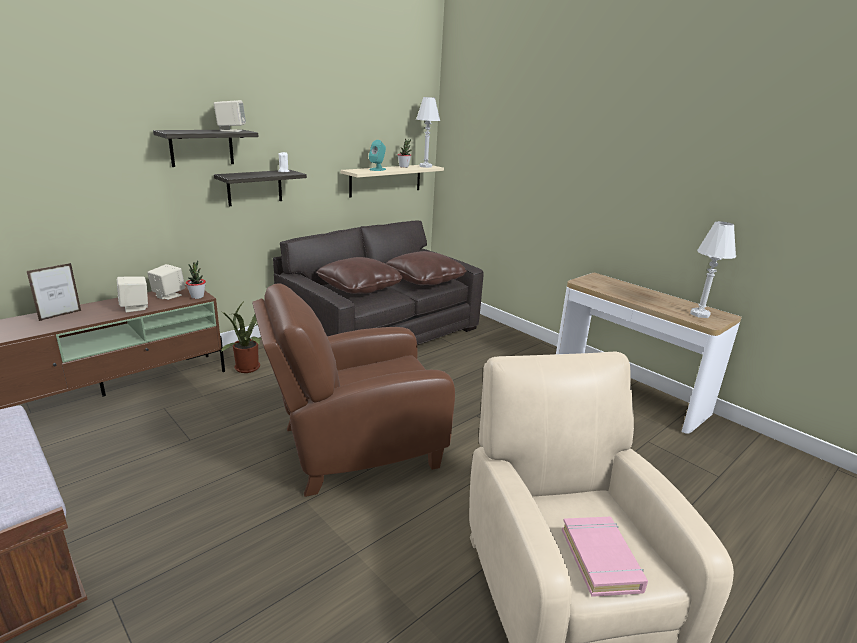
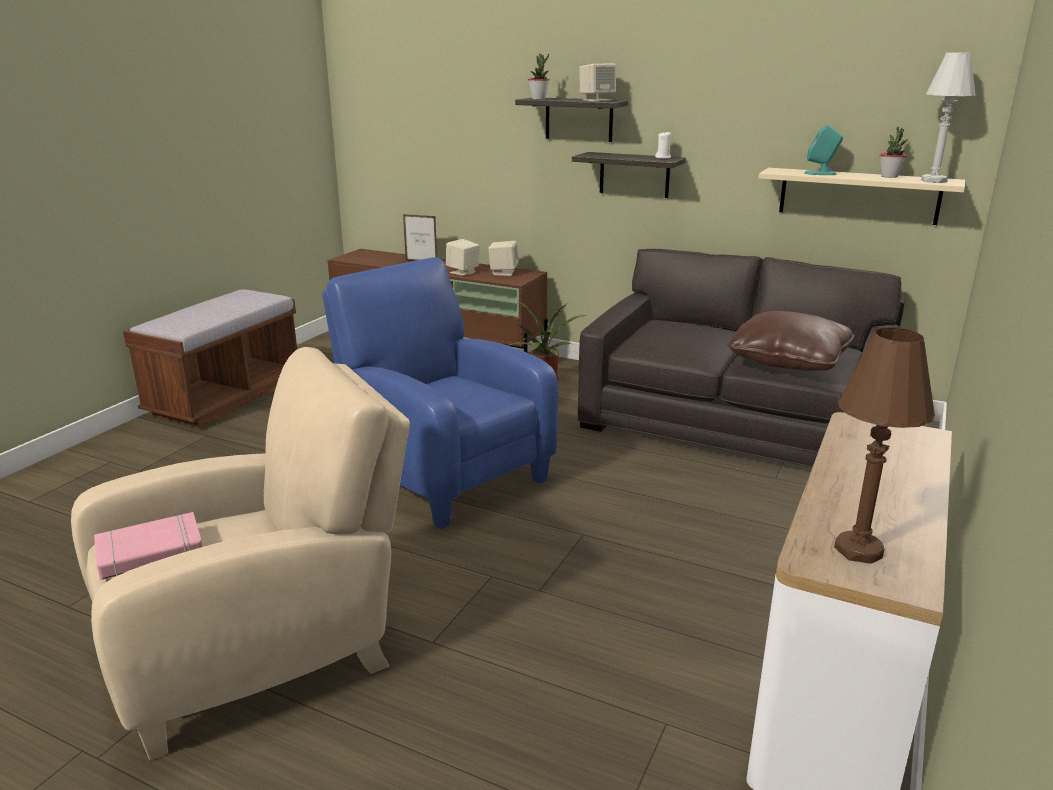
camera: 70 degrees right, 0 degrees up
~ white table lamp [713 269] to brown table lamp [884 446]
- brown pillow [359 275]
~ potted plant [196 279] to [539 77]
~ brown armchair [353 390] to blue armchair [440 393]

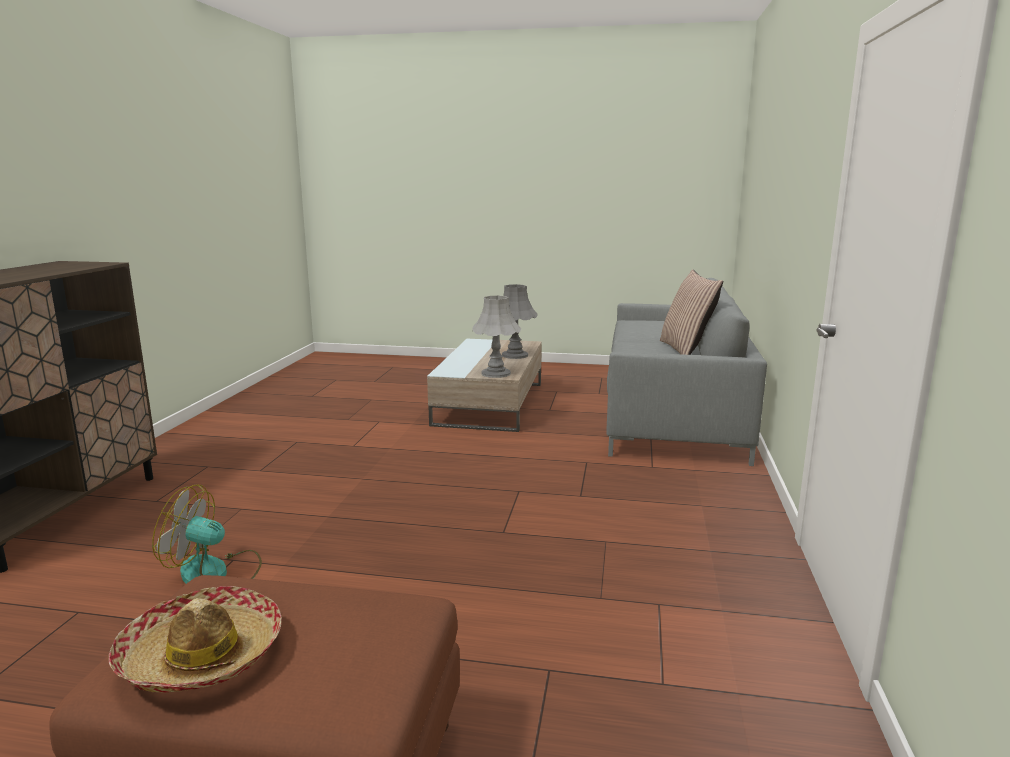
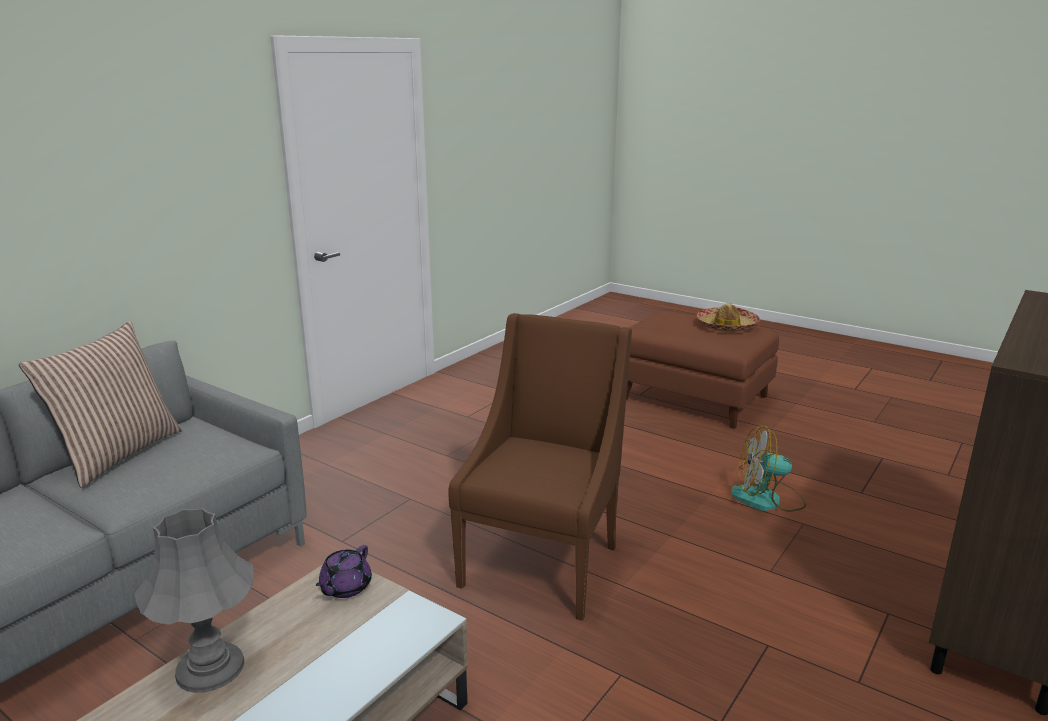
camera: 155 degrees left, 5 degrees up
~ grey table lamp [496 336] to purple teapot [344 571]
~ fan [207 534] = [768 469] 150 degrees clockwise
+ brown armchair [540 467]

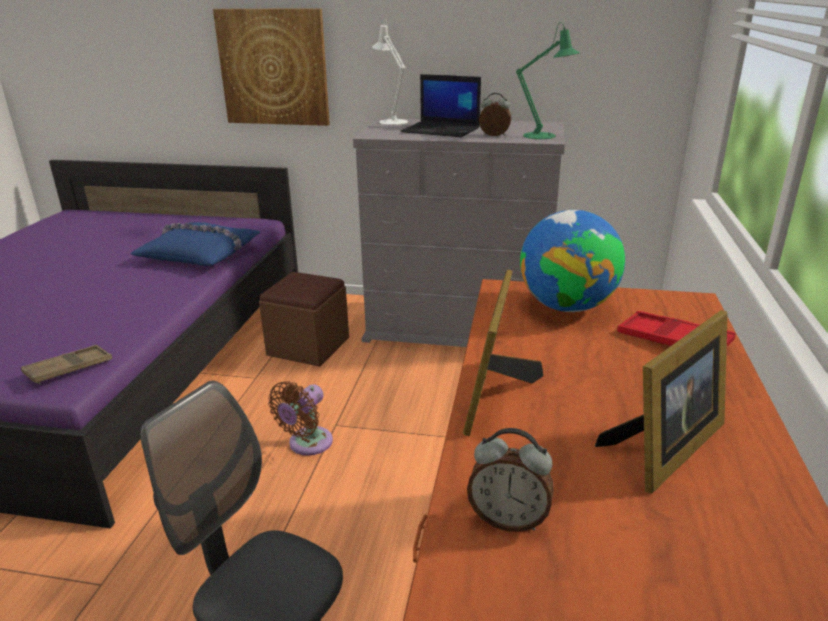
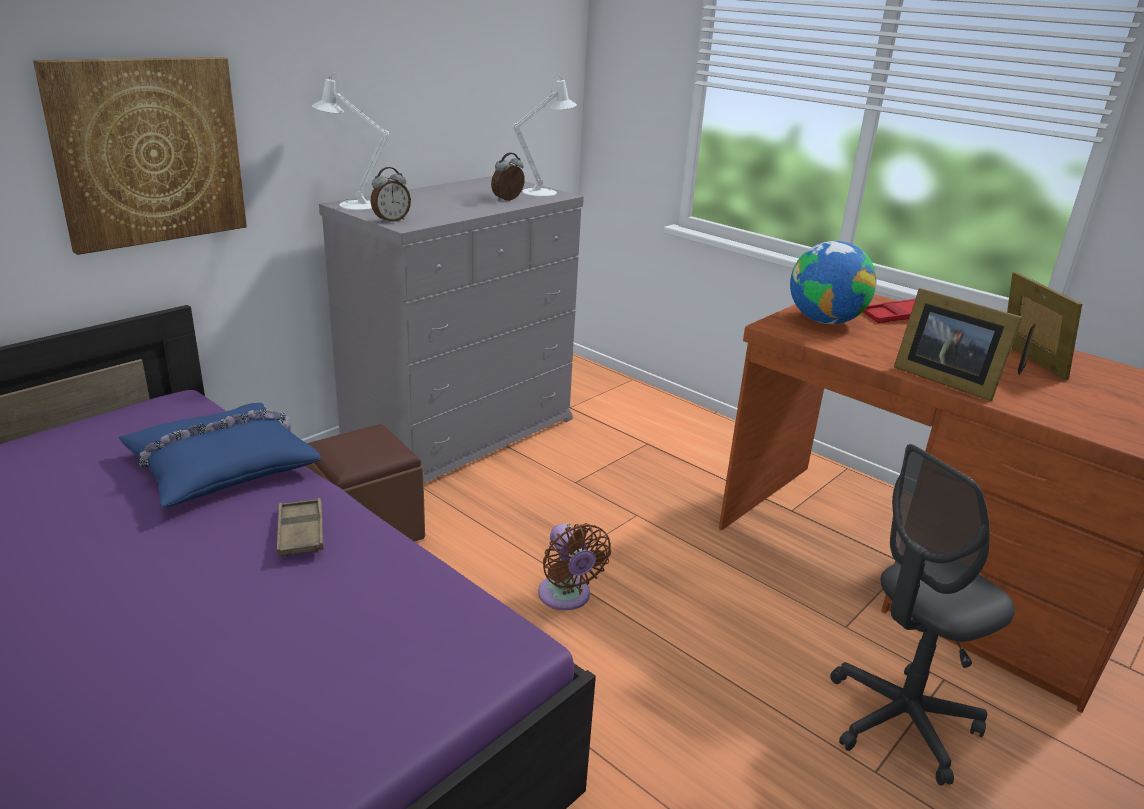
camera: 60 degrees left, 0 degrees up
~ green table lamp [548 80] to white table lamp [545 135]
- laptop [440 105]
~ brown tray [66 364] to [300 527]
~ alarm clock [510 480] to [391 195]

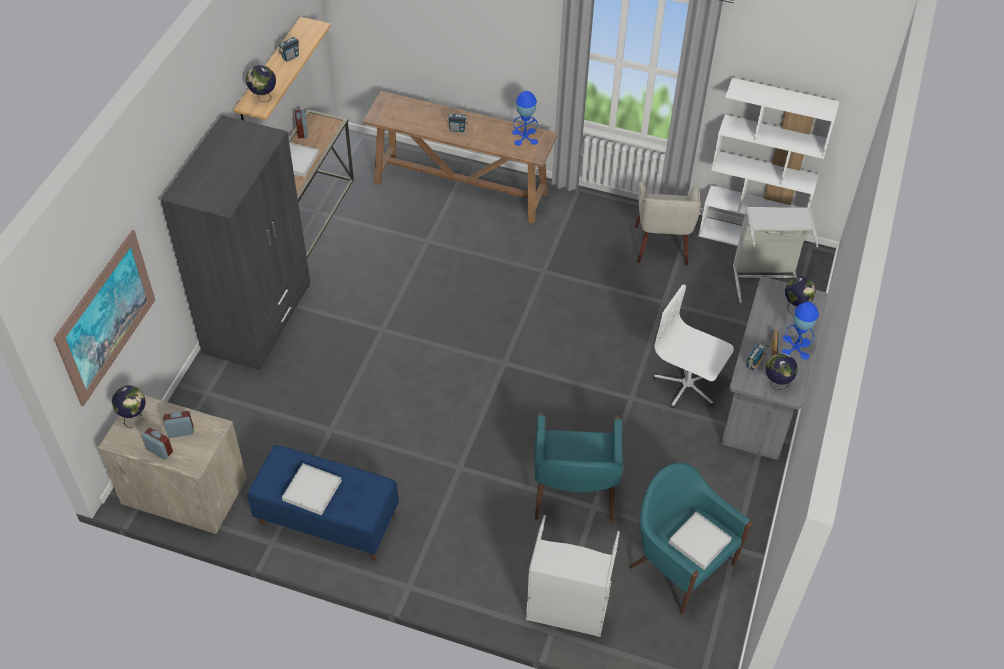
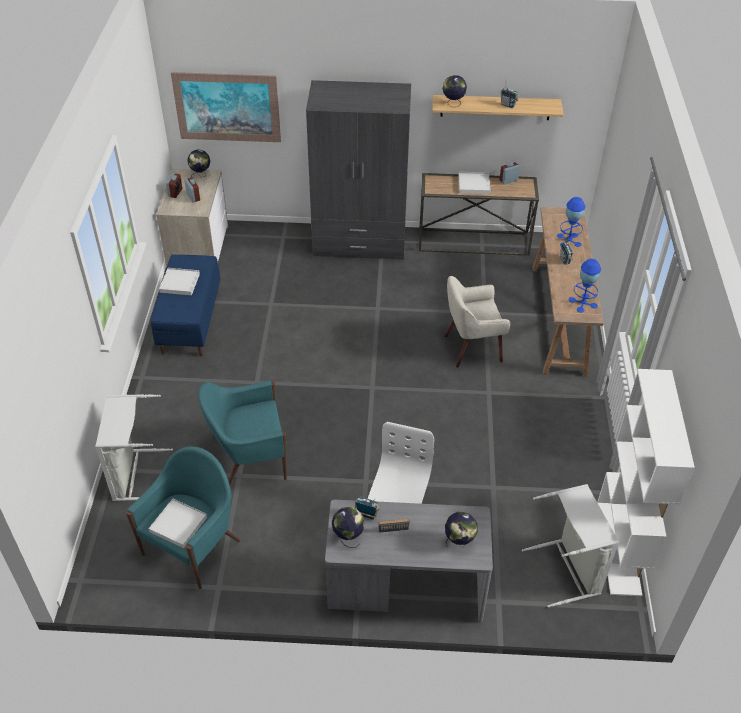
camera: 75 degrees right, 5 degrees down
~ beige armchair [668 224] to [477 322]
~ blue table lamp [800 331] to [571 222]

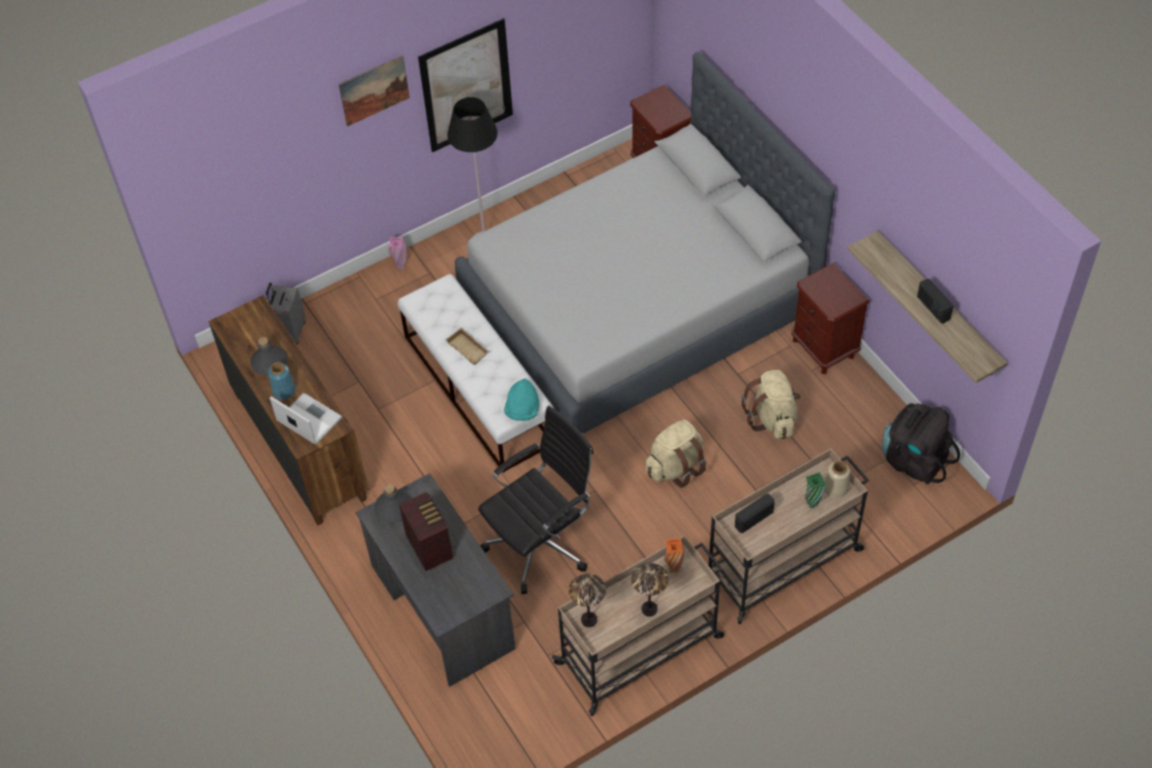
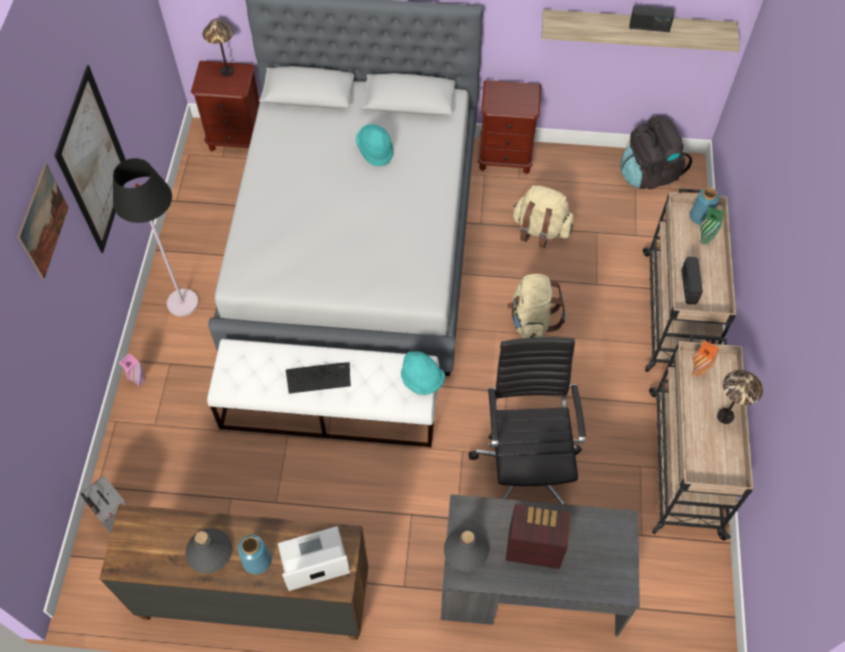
camera: 55 degrees left, 5 degrees up
~ beige tray [467 346] to keyboard [318 378]
~ beige vase [837 479] to blue vase [704 206]
~ table lamp [587 600] to [218 47]
+ turquoise hat [374 145]

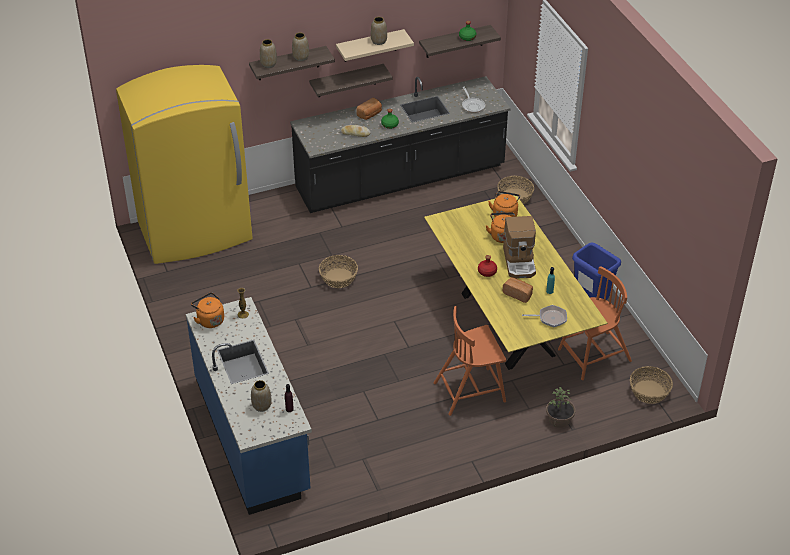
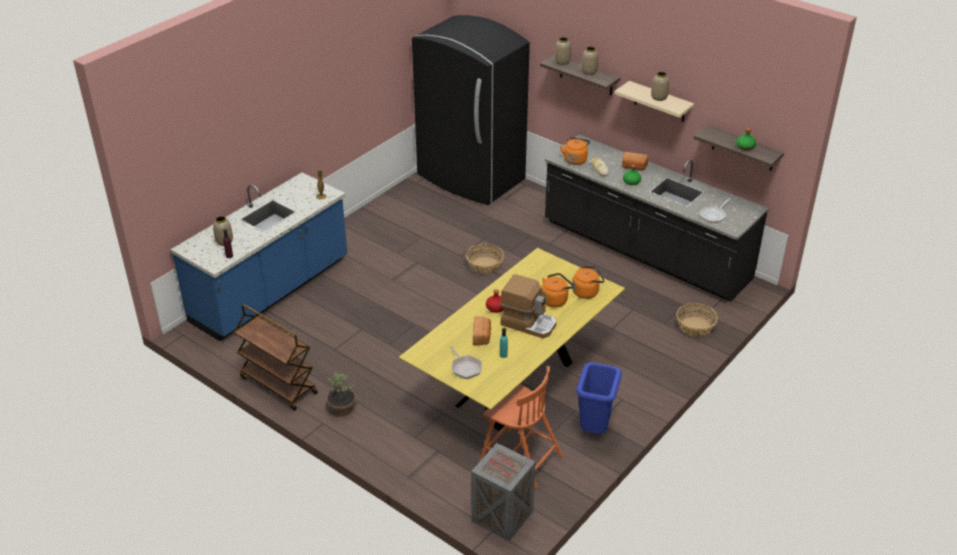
camera: 60 degrees right, 5 degrees down
- shelf [351 80]
~ yellow fridge [184 164] to black fridge [471 110]
~ coffee machine [519 247] = [528 306] 120 degrees counterclockwise
~ orange kettle [207 310] to [575 151]
- orange chair [470 361]
~ basket [651 385] to crate [503 492]
~ potted plant [560 407] to [341 394]
+ brown cart [276 357]

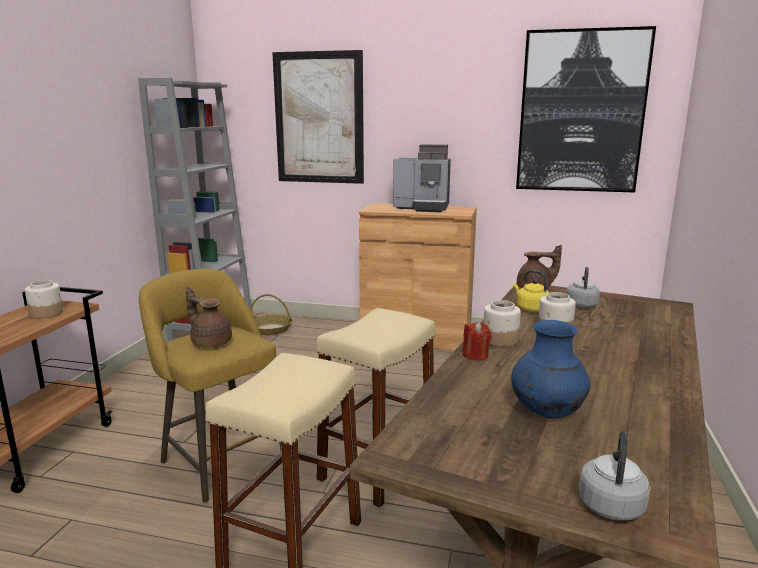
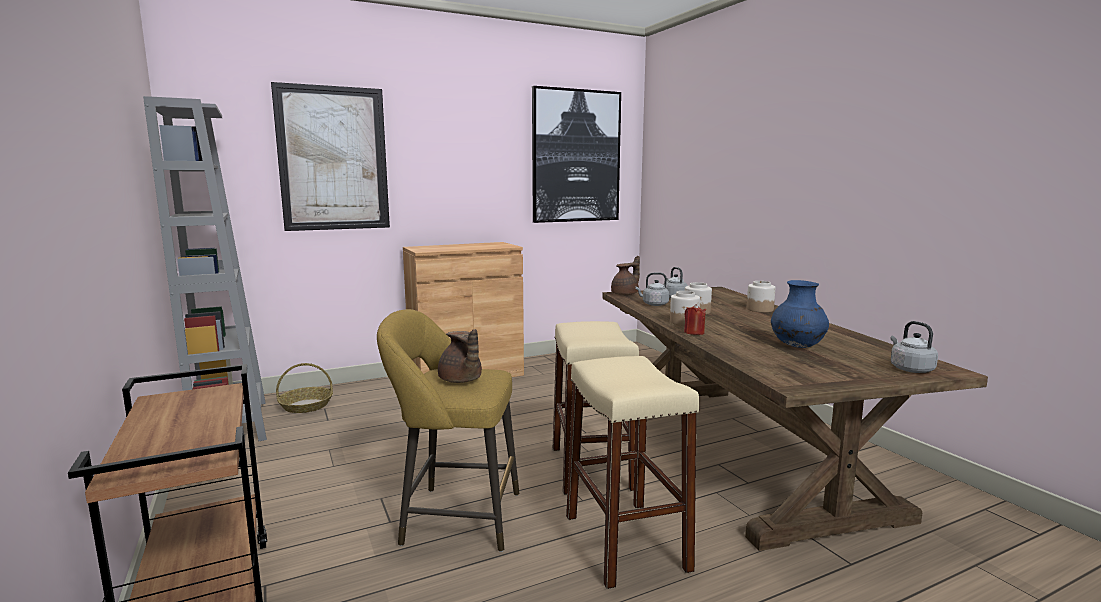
camera: 40 degrees left, 5 degrees down
- coffee machine [422 178]
~ yellow kettle [531 291] to grey kettle [652 289]
~ jar [44 299] to [761 296]
~ brown teapot [209 317] = [460 356] 120 degrees counterclockwise

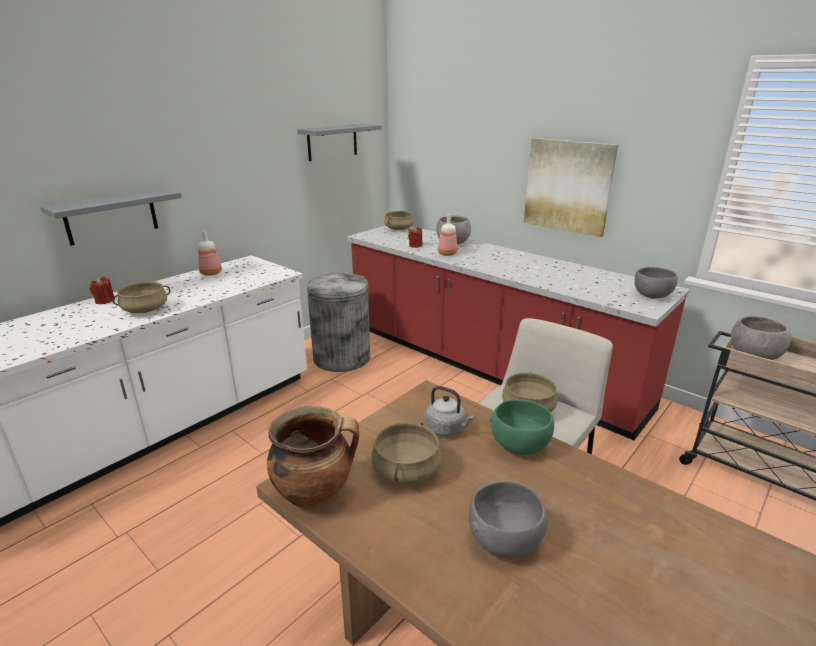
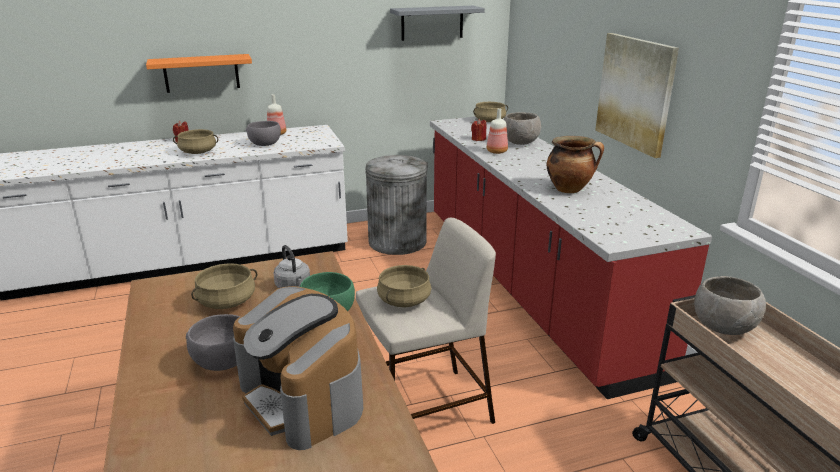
camera: 30 degrees right, 0 degrees up
~ grey shelf [111 217] to orange shelf [199 73]
~ grey bowl [656 283] to [263 133]
~ cooking pot [313 458] to [575 164]
+ coffee machine [298 368]

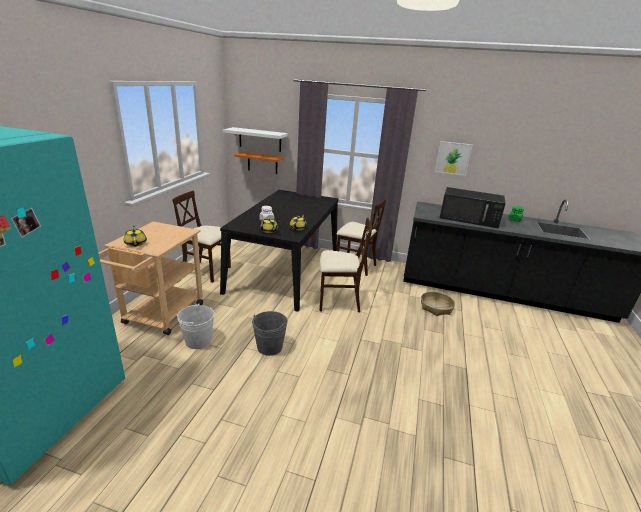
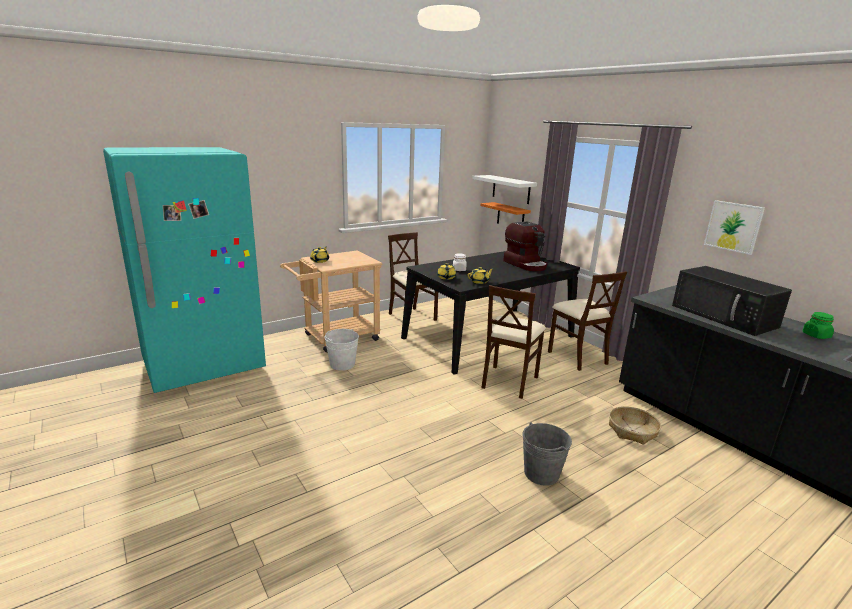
camera: 40 degrees right, 5 degrees down
~ beige chair [345 265] = [513 342] 75 degrees clockwise
~ grey bucket [270 333] to [547 454]
+ coffee machine [525 246]

